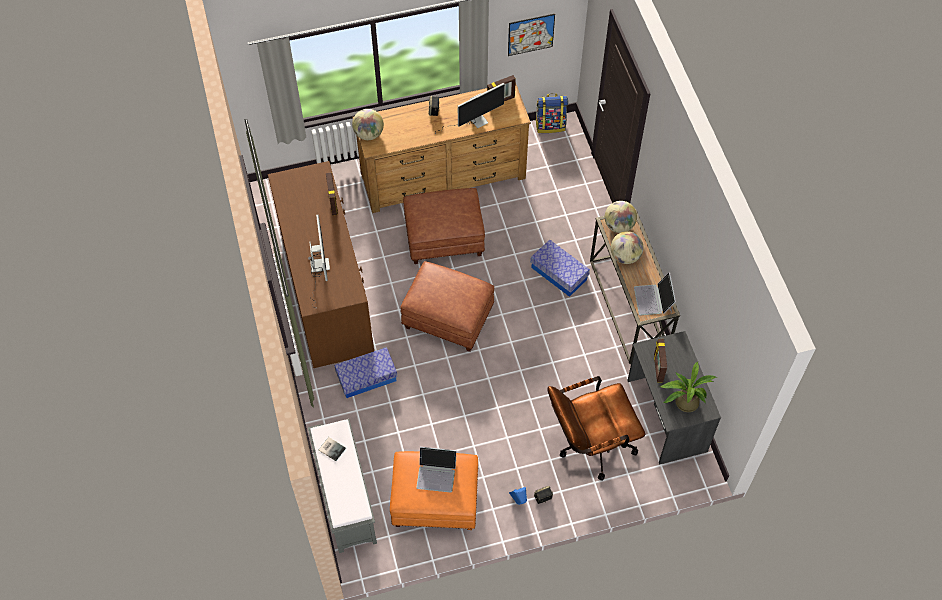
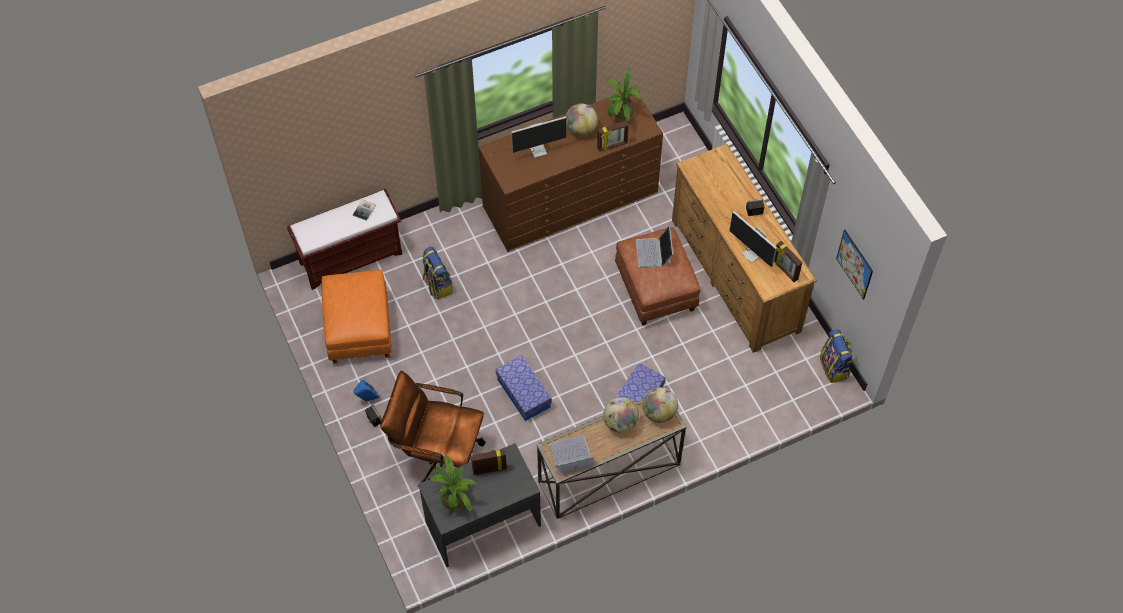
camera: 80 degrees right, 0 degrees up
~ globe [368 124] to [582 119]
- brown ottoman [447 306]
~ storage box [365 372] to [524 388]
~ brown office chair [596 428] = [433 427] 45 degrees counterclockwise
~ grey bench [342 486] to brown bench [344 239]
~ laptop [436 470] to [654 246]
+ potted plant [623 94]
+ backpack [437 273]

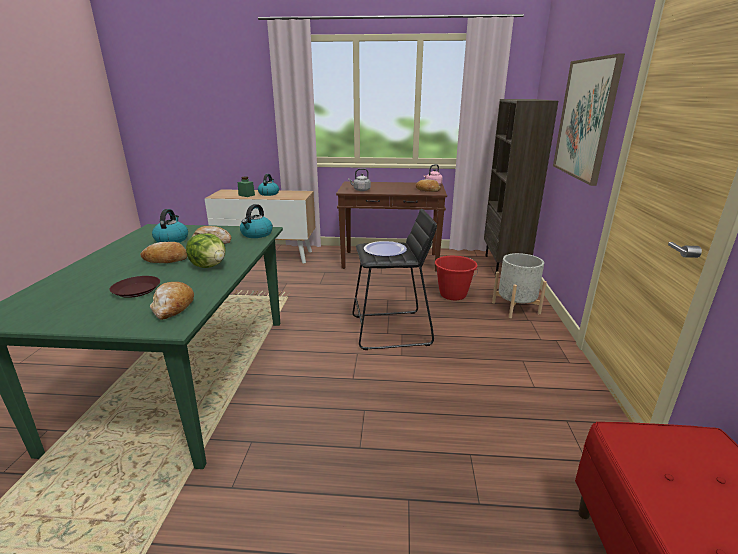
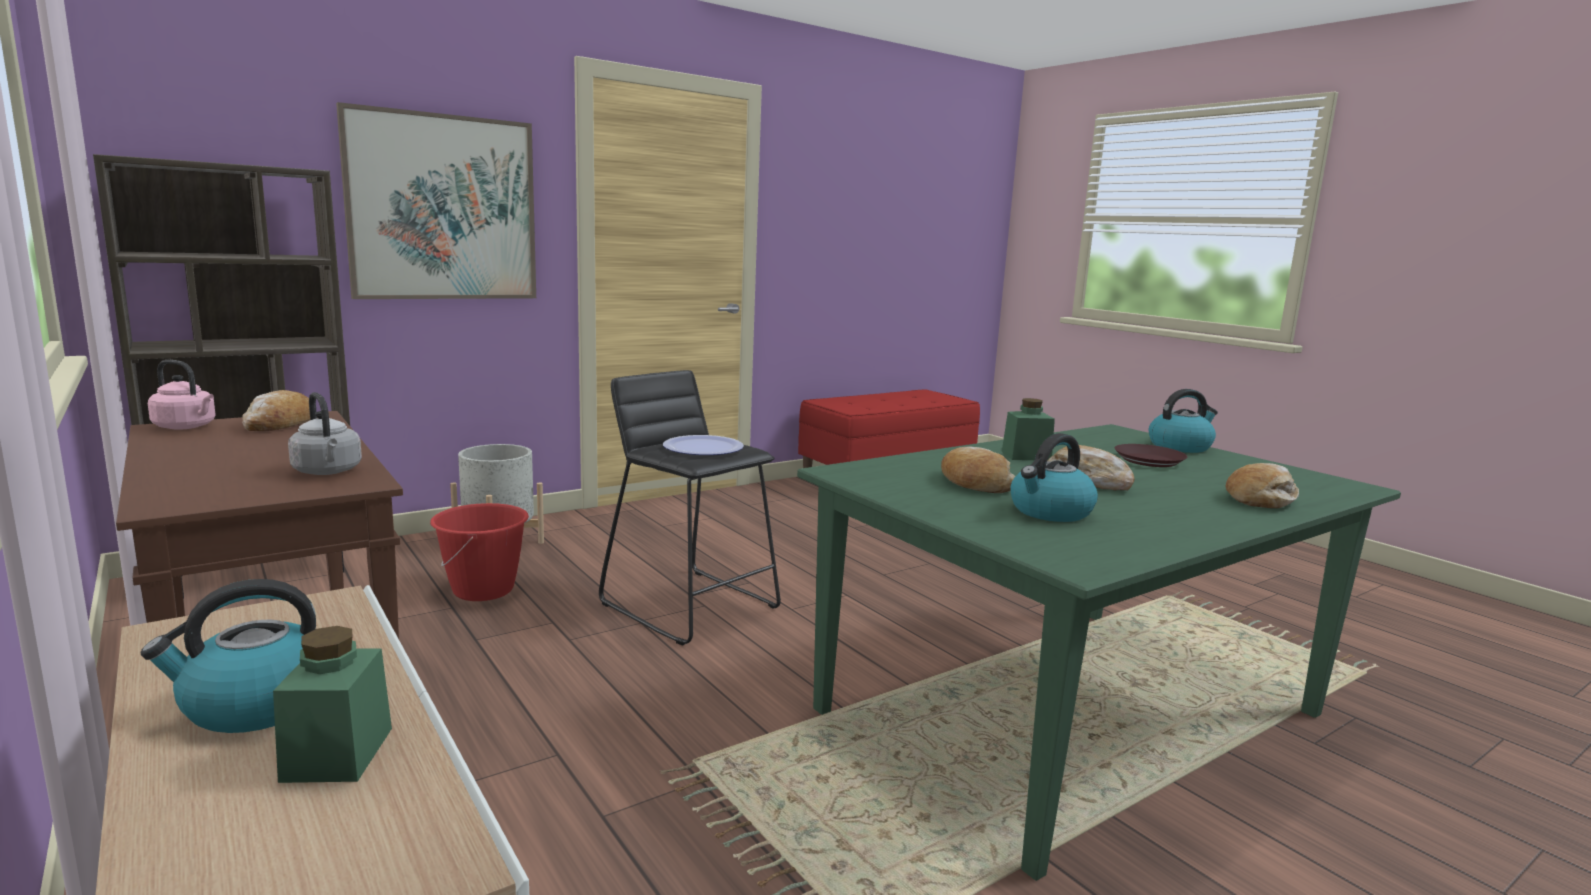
camera: 130 degrees left, 10 degrees down
~ kettle [256 221] to [1183 421]
~ lettuce [205 250] to green jar [1028 429]
~ bread [172 301] to [1262 485]

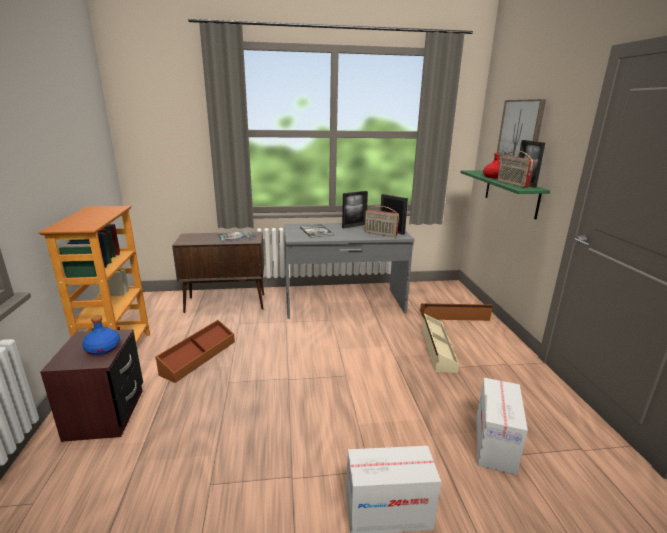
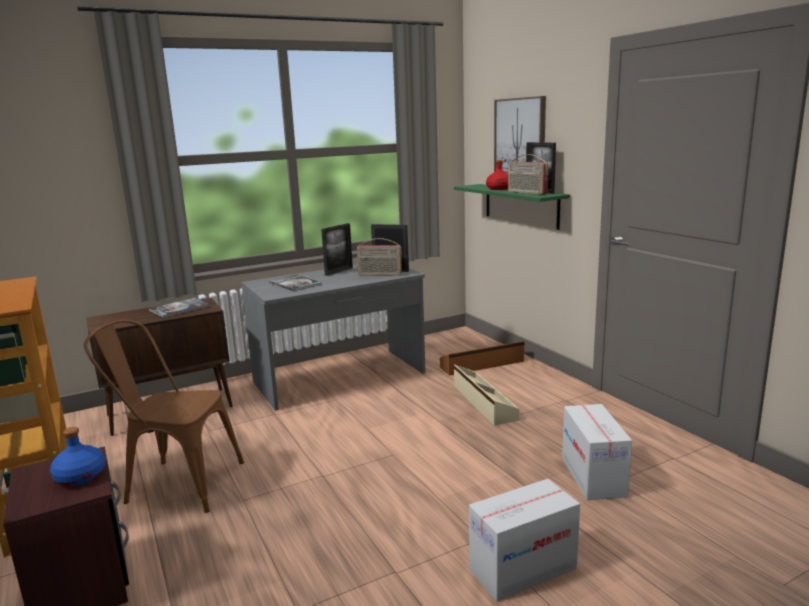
camera: 20 degrees left, 5 degrees down
~ brown storage box [195 351] to brown chair [164 416]

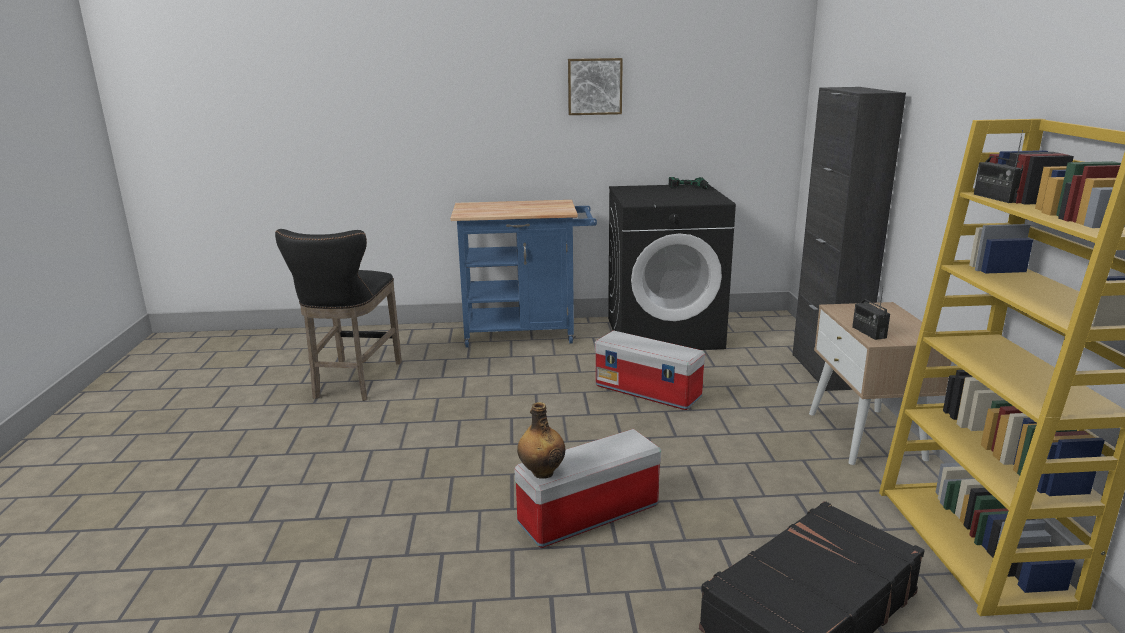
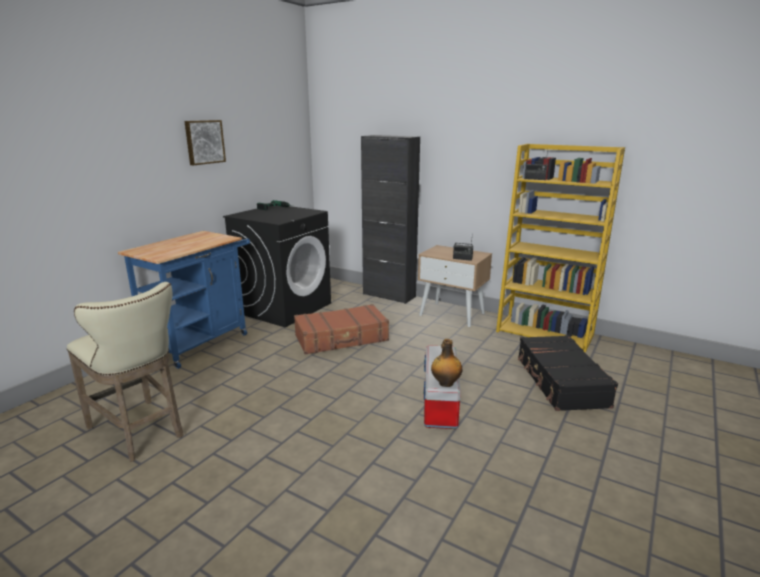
camera: 55 degrees left, 0 degrees up
~ black stool [338 315] to beige stool [124 372]
~ storage box [650 370] to brown suitcase [341 329]

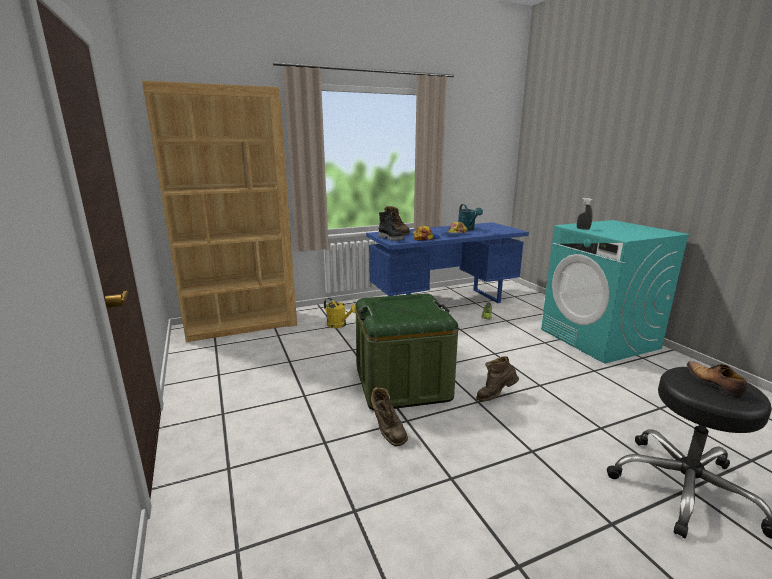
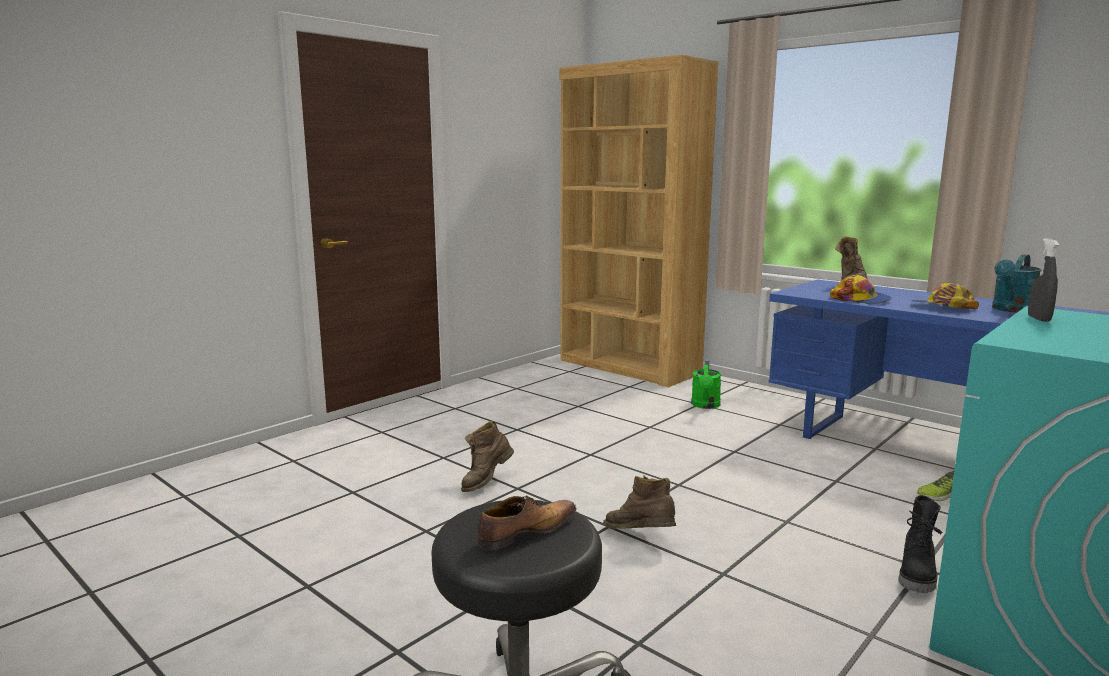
camera: 65 degrees right, 5 degrees down
~ black boot [392 226] to [920 544]
- green storage box [406 352]
~ yellow watering can [340 313] to green watering can [706 385]

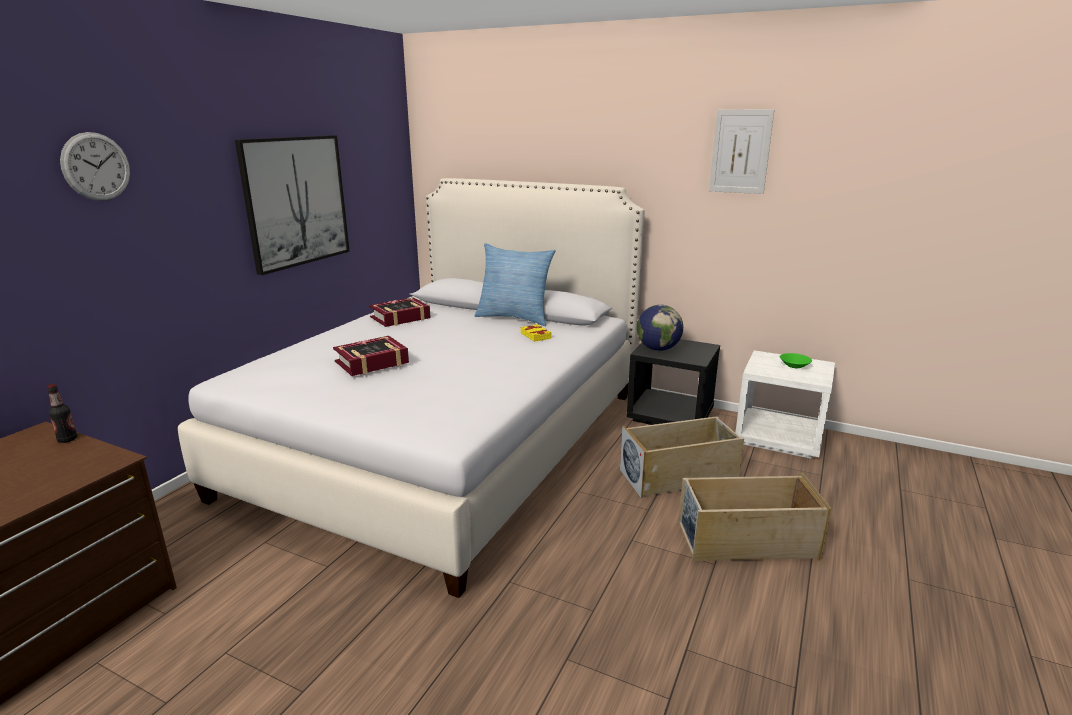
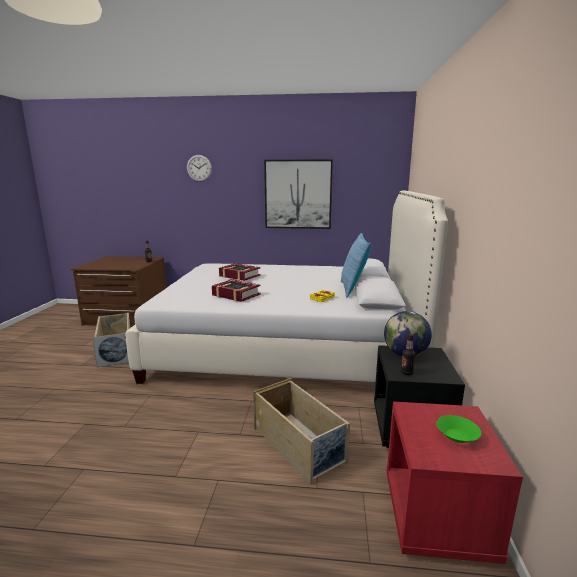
camera: 70 degrees right, 5 degrees down
- picture [742 151]
~ book [400 312] to [236 290]
~ white nightstand [785 404] to red nightstand [455 483]
~ beige storage box [754 517] to [111 340]
+ bottle [408 354]

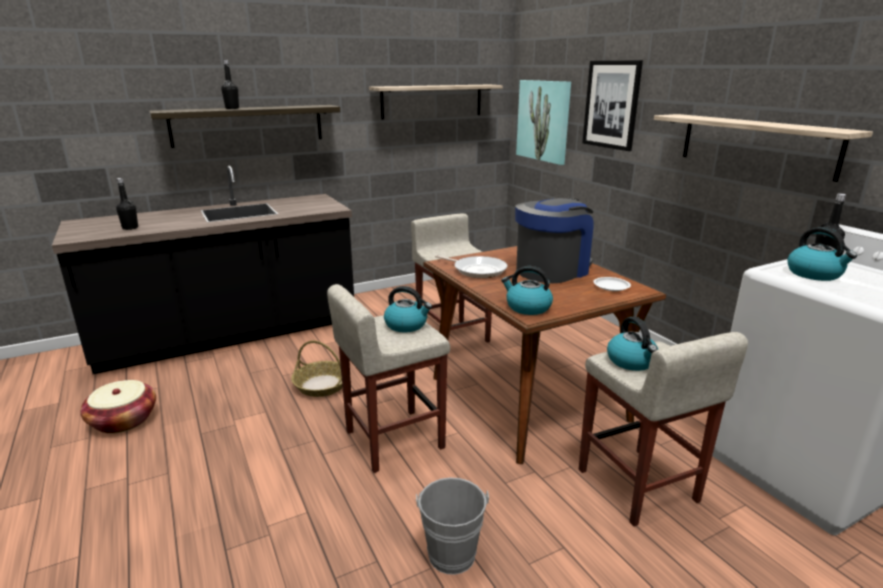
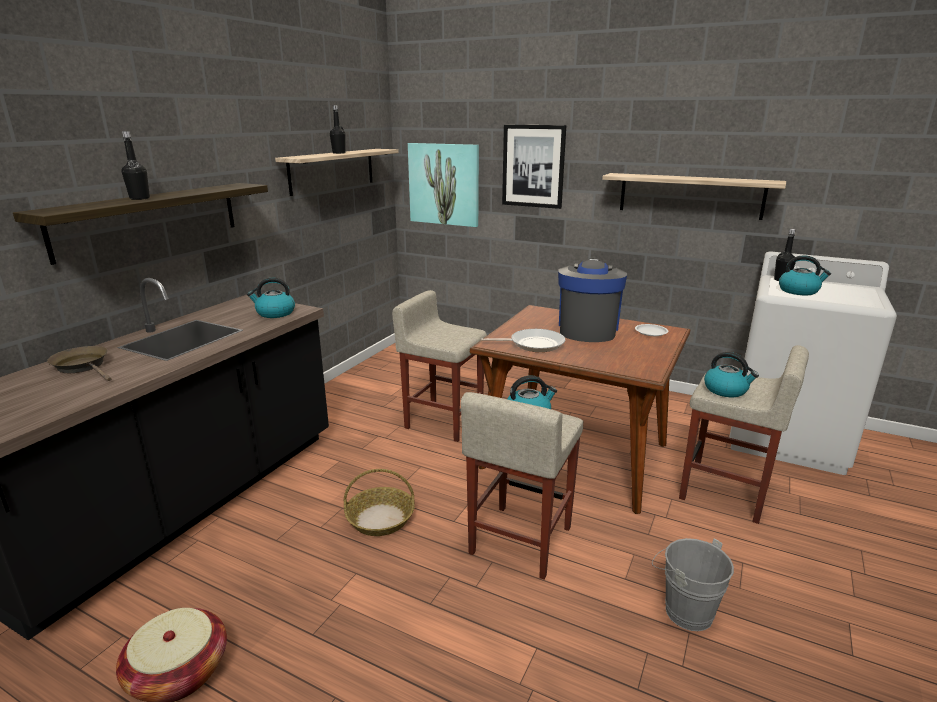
camera: 35 degrees left, 0 degrees up
~ black bottle [127 204] to [338 129]
~ kettle [527 290] to [271 298]
+ brown frying pan [79 363]

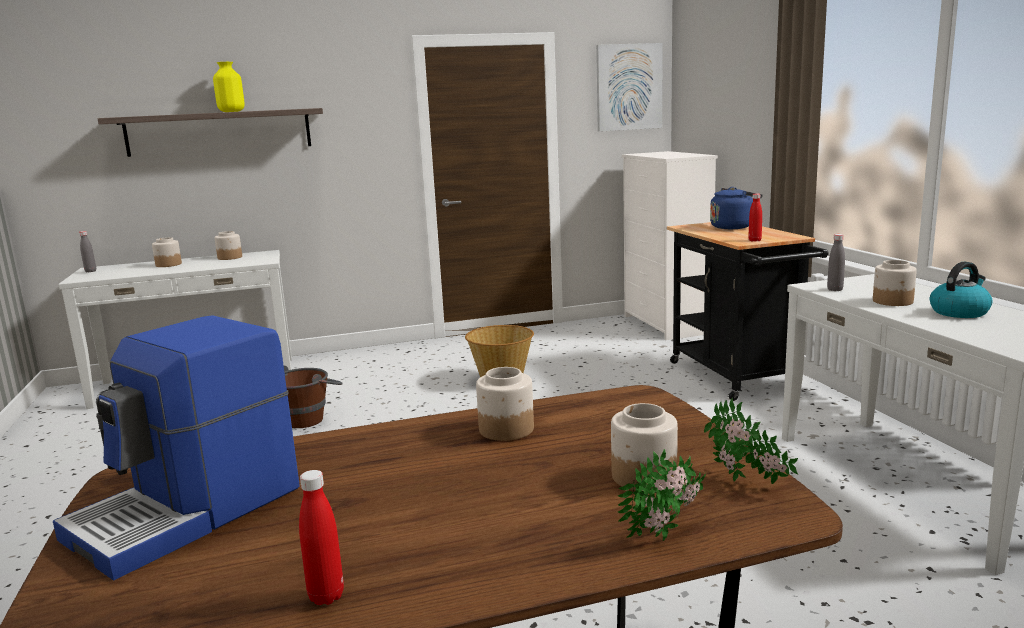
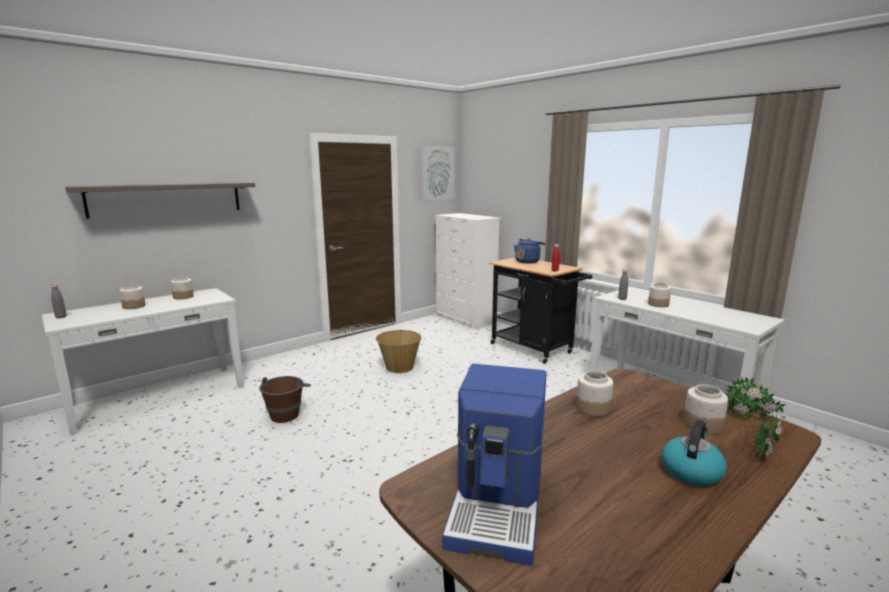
camera: 25 degrees left, 0 degrees up
- yellow vase [229 87]
~ kettle [961 290] to [694 452]
- red bottle [321 537]

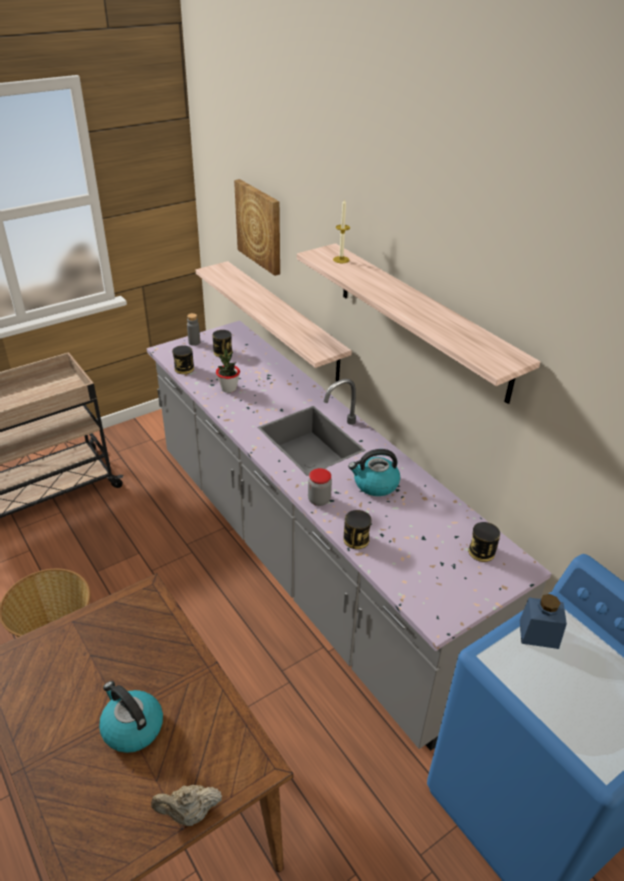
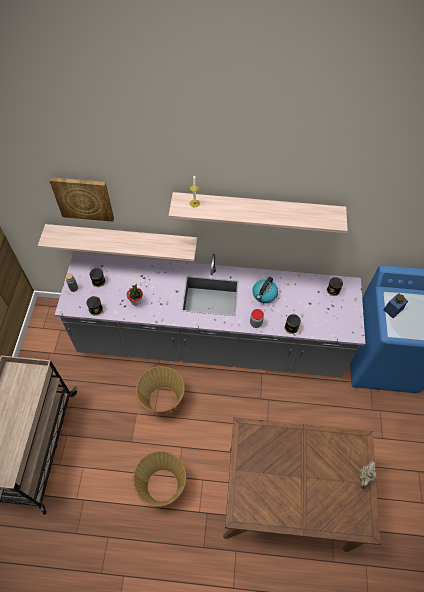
camera: 50 degrees left, 20 degrees up
- kettle [131 717]
+ basket [160 390]

